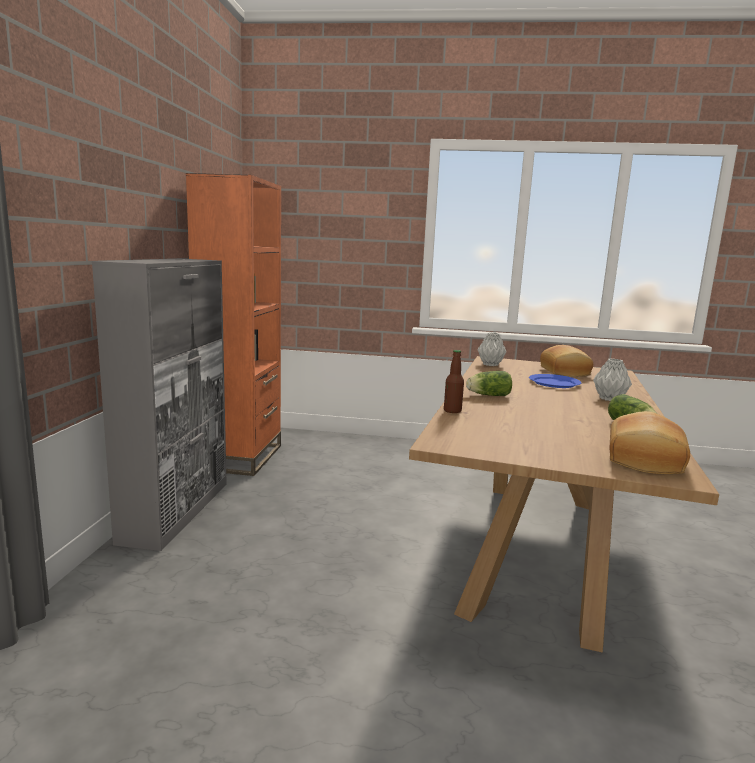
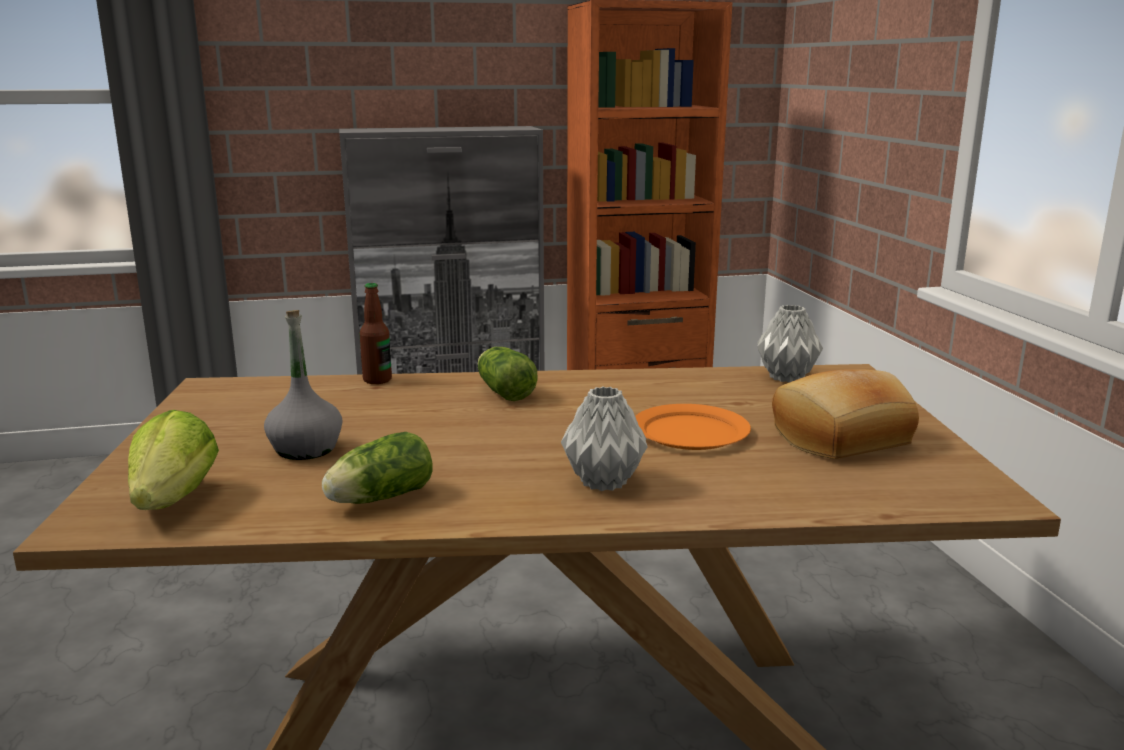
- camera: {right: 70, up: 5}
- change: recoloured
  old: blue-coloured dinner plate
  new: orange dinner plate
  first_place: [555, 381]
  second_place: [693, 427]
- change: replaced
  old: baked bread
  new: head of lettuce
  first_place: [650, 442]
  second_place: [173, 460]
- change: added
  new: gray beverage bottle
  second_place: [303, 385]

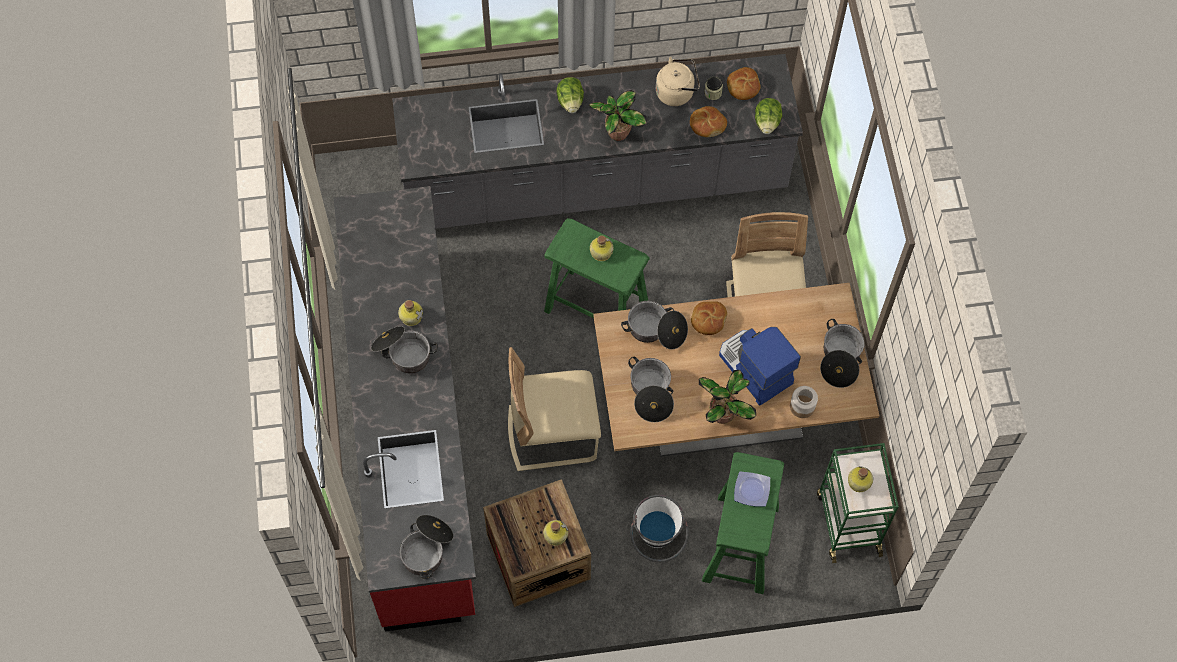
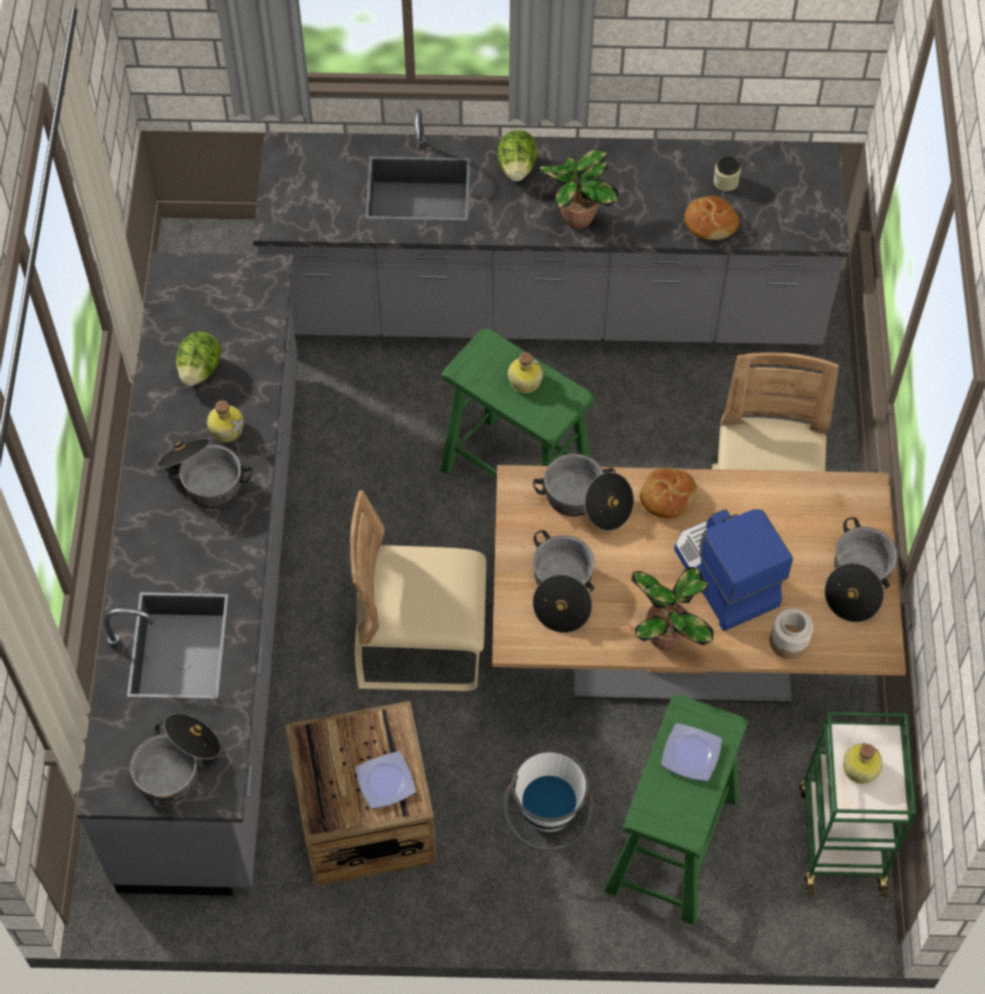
- camera: {right: 10, up: -5}
- change: recoloured
  old: reddish counter
  new: gray counter
  first_place: [405, 409]
  second_place: [187, 574]
- change: replaced
  old: beverage bottle
  new: dinner plate
  first_place: [555, 533]
  second_place: [385, 780]
- change: removed
  old: sand-coloured kettle
  first_place: [678, 81]
- change: removed
  old: baked bread
  first_place: [744, 83]
- change: moved
  old: head of lettuce
  first_place: [768, 116]
  second_place: [199, 359]

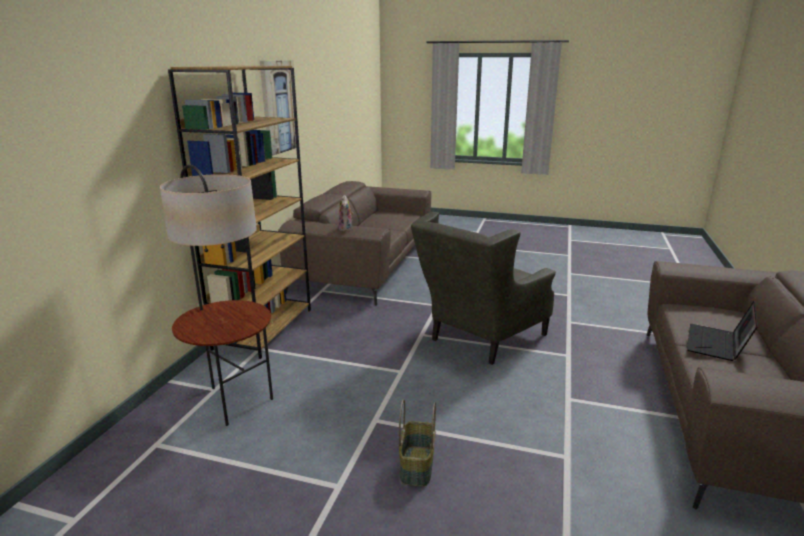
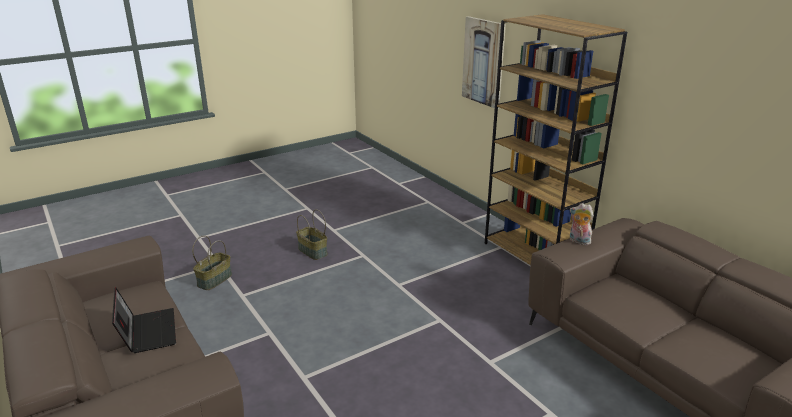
- camera: {right: 130, up: 5}
- change: removed
  old: floor lamp
  first_place: [216, 295]
- change: moved
  old: wall art
  first_place: [278, 108]
  second_place: [484, 62]
- change: removed
  old: gray easy chair
  first_place: [483, 288]
- change: added
  new: storage basket
  second_place: [212, 262]

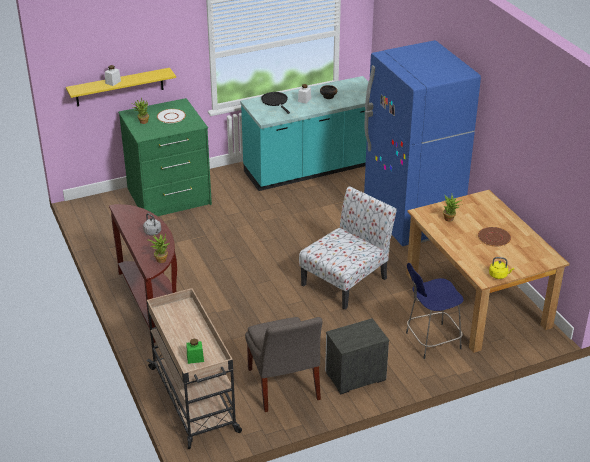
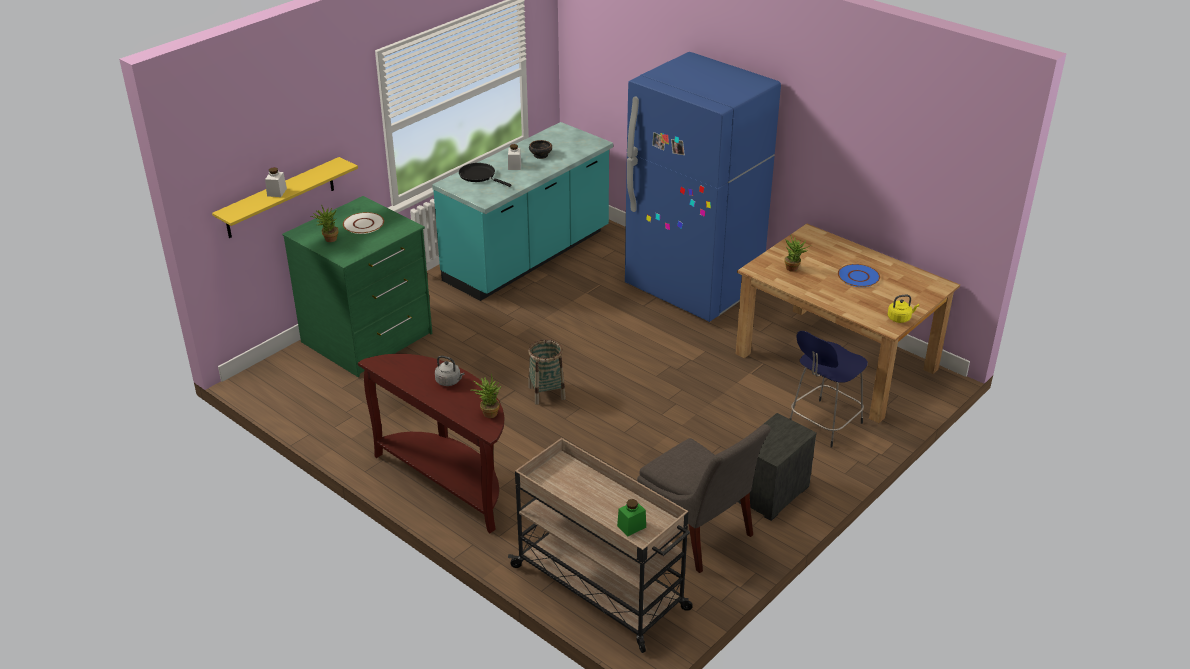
- camera: {right: -25, up: 0}
- change: removed
  old: chair
  first_place: [348, 248]
- change: recoloured
  old: brownish dinner plate
  new: blue-coloured dinner plate
  first_place: [494, 237]
  second_place: [859, 275]
- change: added
  new: storage basket
  second_place: [546, 372]

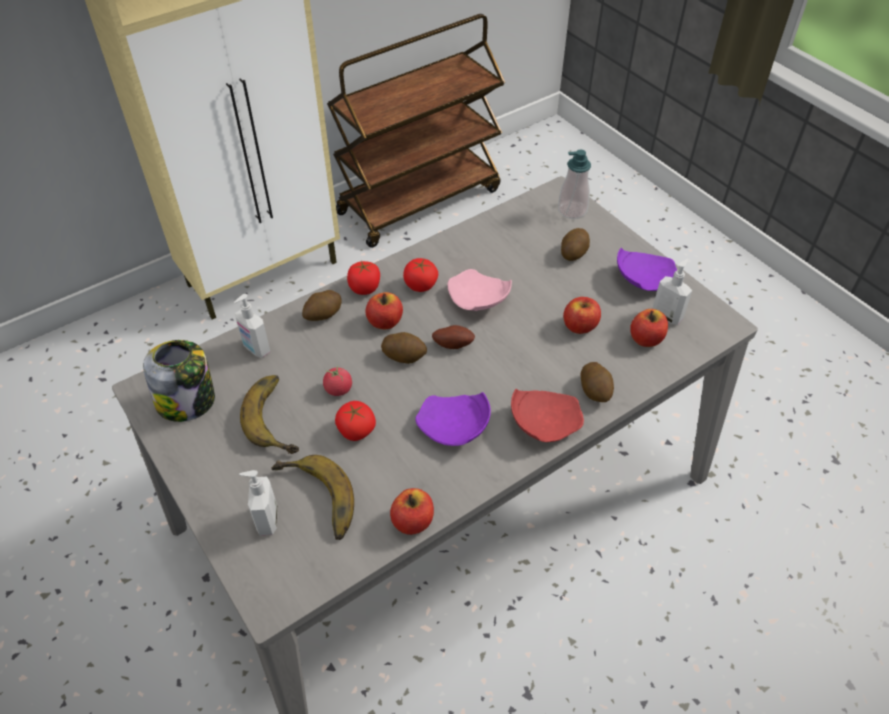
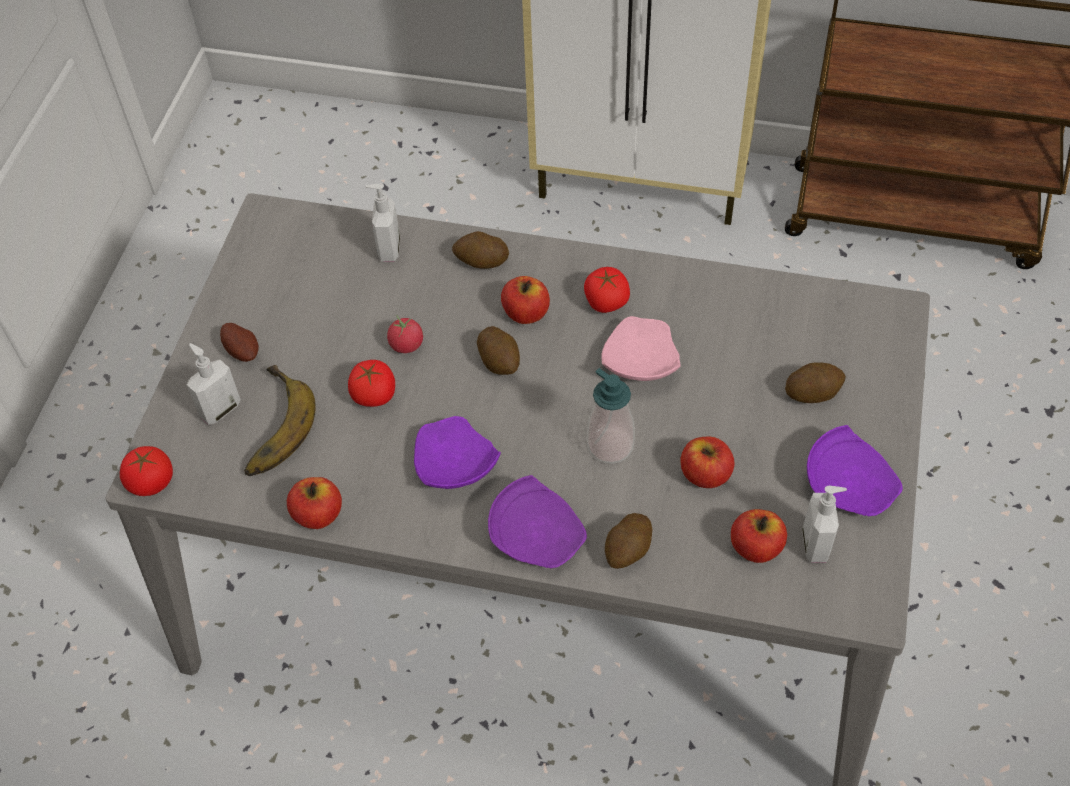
- camera: {right: 50, up: 5}
- change: removed
  old: preserve jar
  first_place: [179, 381]
- change: removed
  old: whole banana
  first_place: [269, 414]
- change: moved
  old: tomato
  first_place: [363, 278]
  second_place: [146, 471]
- change: moved
  old: whole potato
  first_place: [453, 337]
  second_place: [239, 342]
- change: recoloured
  old: reddish dinner plate
  new: purple-coloured dinner plate
  first_place: [547, 415]
  second_place: [537, 521]
- change: moved
  old: soap bottle
  first_place: [574, 184]
  second_place: [611, 416]

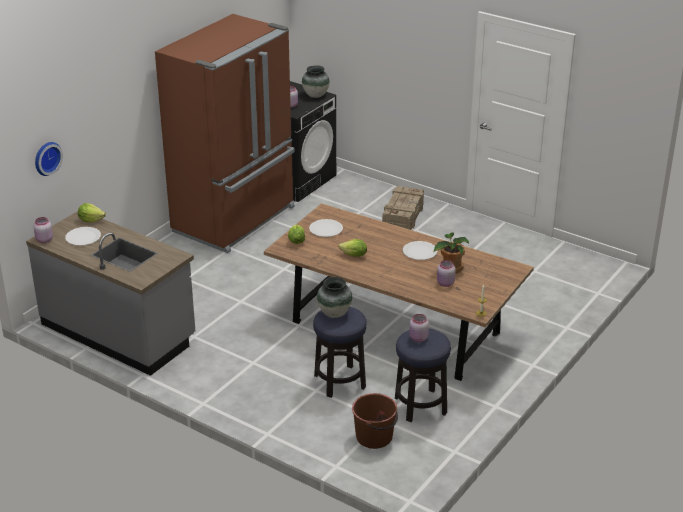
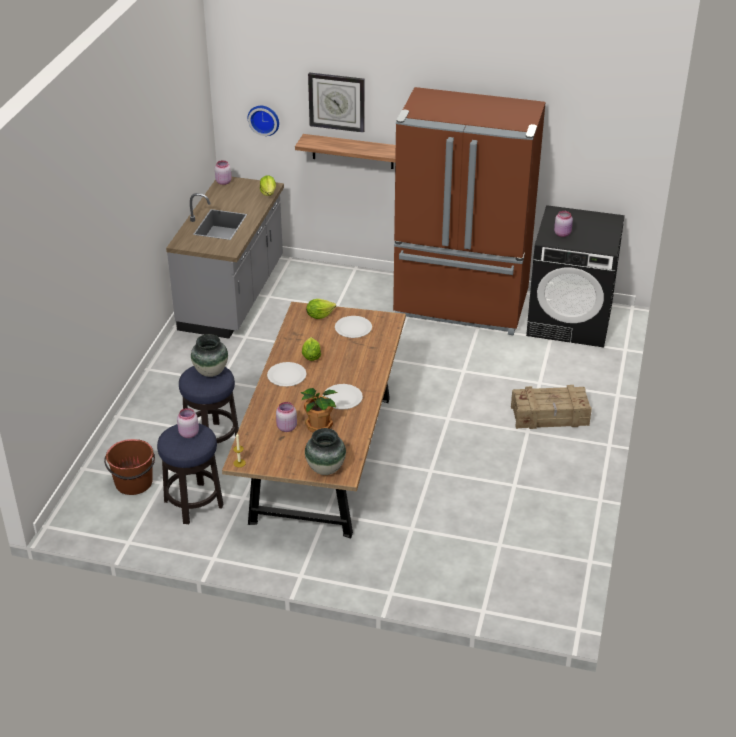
- camera: {right: 70, up: 5}
- change: moved
  old: white-coloured dinner plate
  first_place: [83, 236]
  second_place: [287, 374]
- change: moved
  old: vase
  first_place: [316, 81]
  second_place: [325, 451]
- change: added
  new: shelf
  second_place: [345, 151]
- change: added
  new: clock on the wall
  second_place: [336, 103]

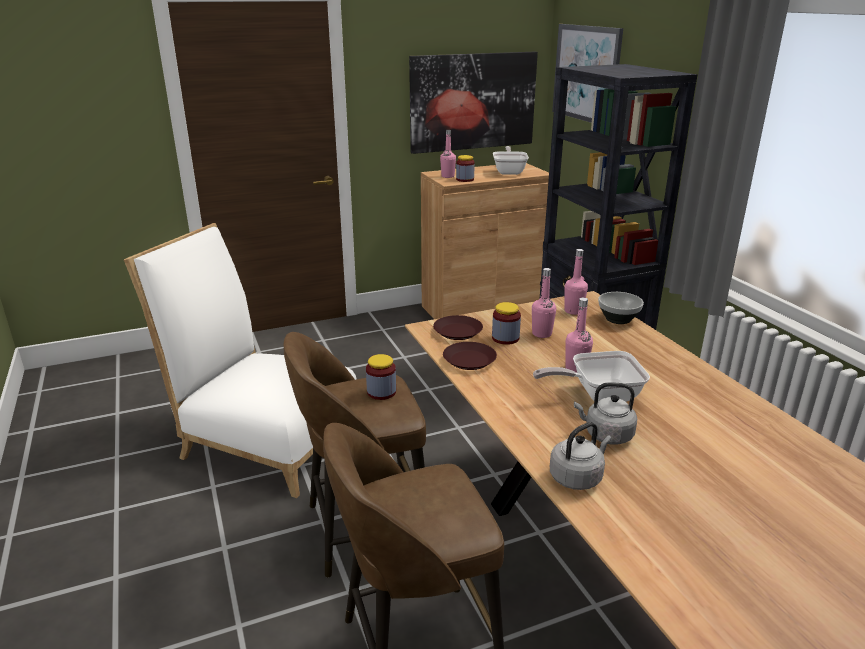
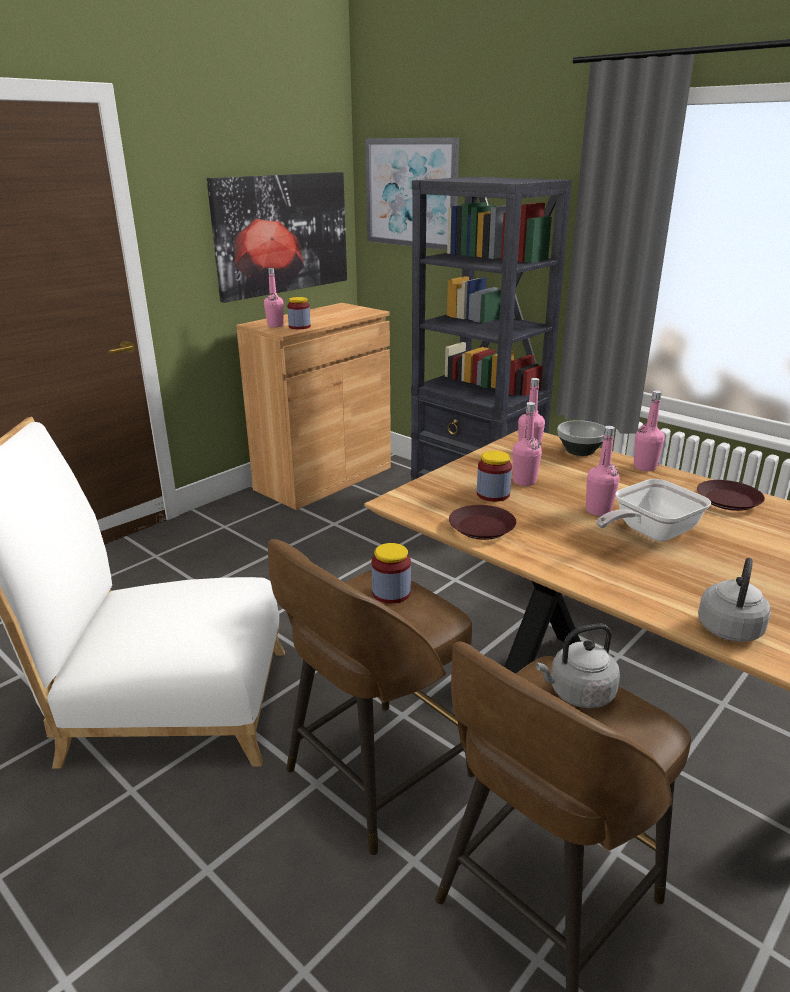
- camera: {right: -25, up: 0}
- change: moved
  old: brownish dinner plate
  first_place: [458, 327]
  second_place: [731, 495]
- change: removed
  old: frying pan
  first_place: [511, 160]
- change: moved
  old: gray kettle
  first_place: [605, 413]
  second_place: [578, 665]
- change: added
  new: pink beverage bottle
  second_place: [649, 430]

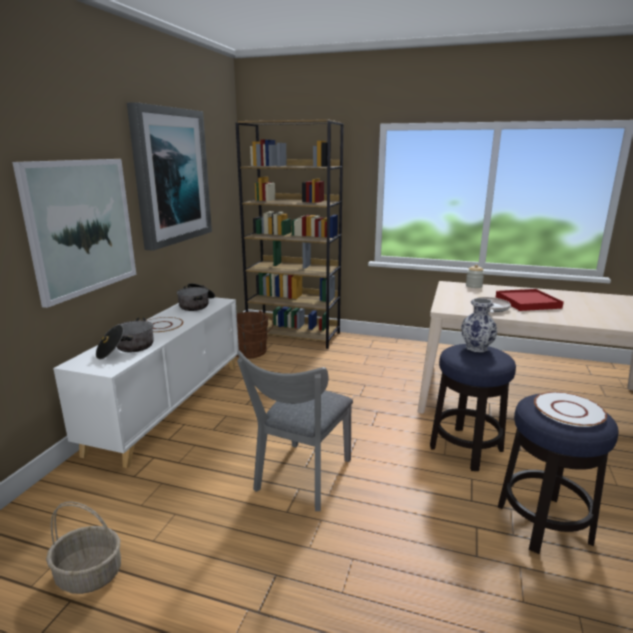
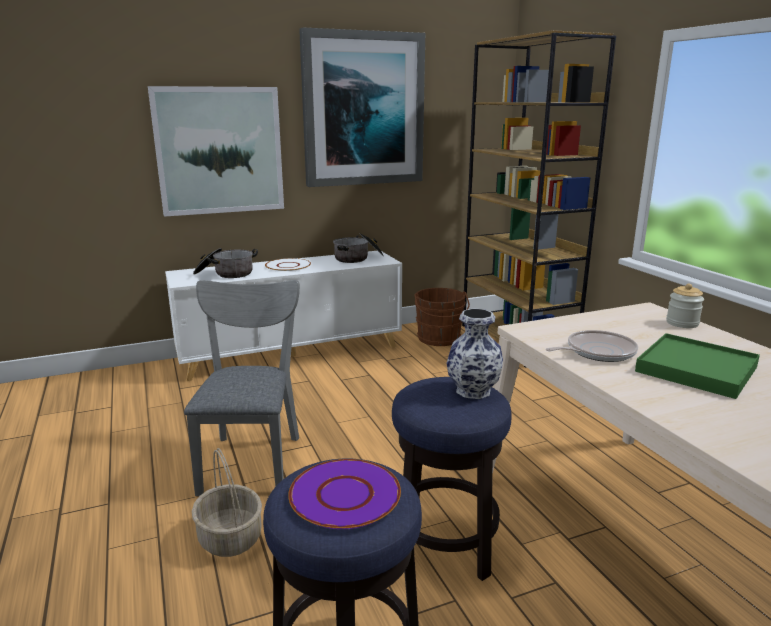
- camera: {right: 50, up: 0}
- change: moved
  old: storage basket
  first_place: [83, 547]
  second_place: [226, 502]
- change: turned
  old: gray chair
  first_place: [295, 430]
  second_place: [242, 388]
  degrees: 105
- change: recoloured
  old: reddish tray
  new: green tray
  first_place: [530, 300]
  second_place: [697, 366]
- change: recoloured
  old: white-coloured dinner plate
  new: purple-coloured dinner plate
  first_place: [570, 409]
  second_place: [344, 494]

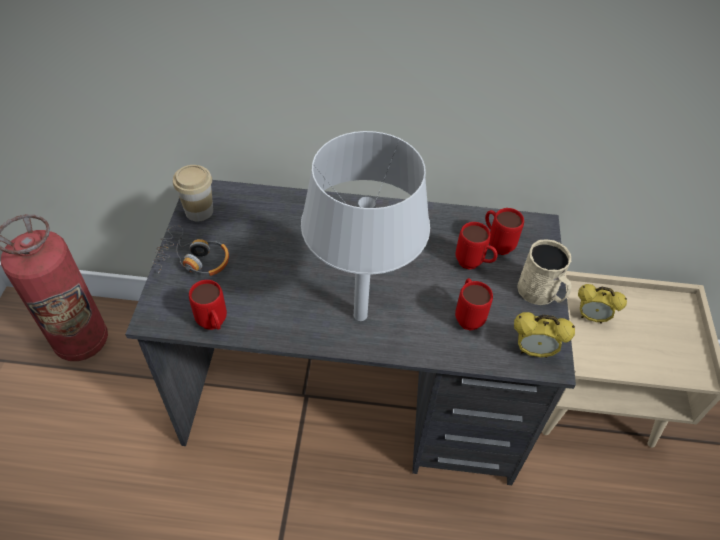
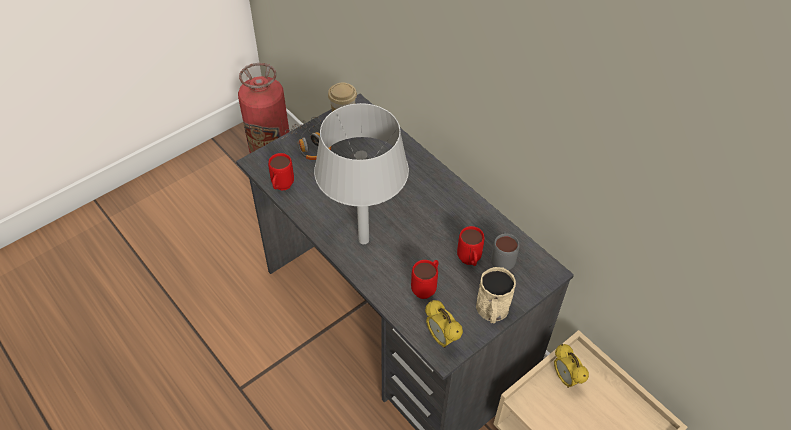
- camera: {right: 45, up: 0}
- change: recoloured
  old: reddish tea mug
  new: gray tea mug
  first_place: [504, 231]
  second_place: [505, 251]

